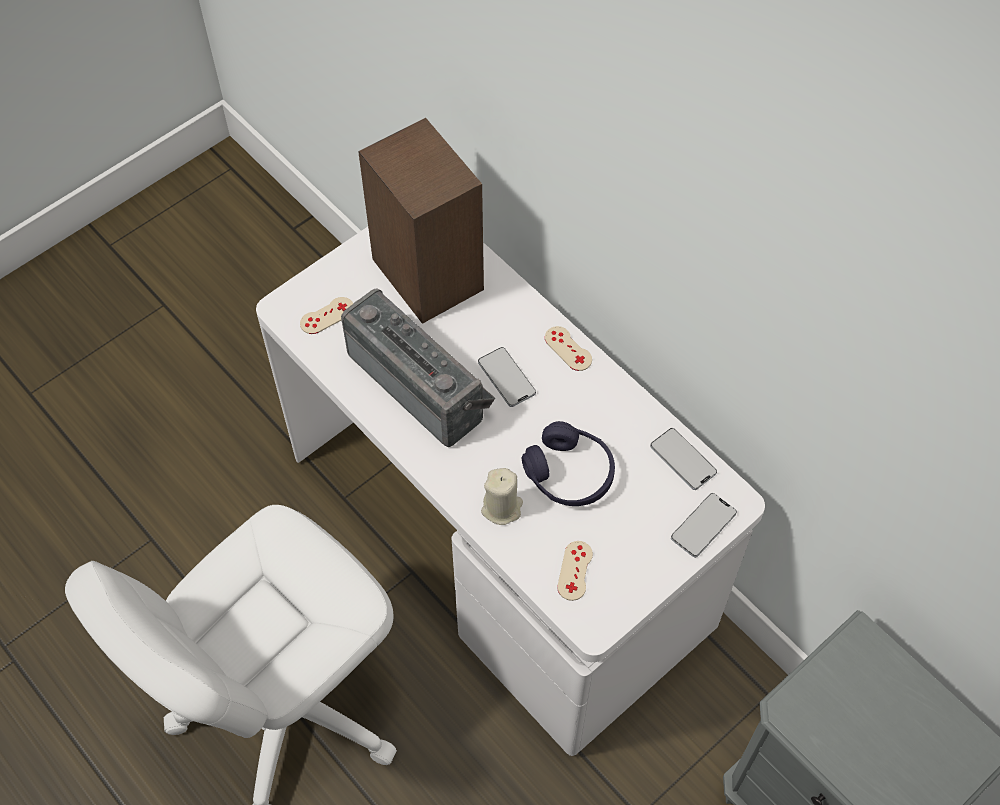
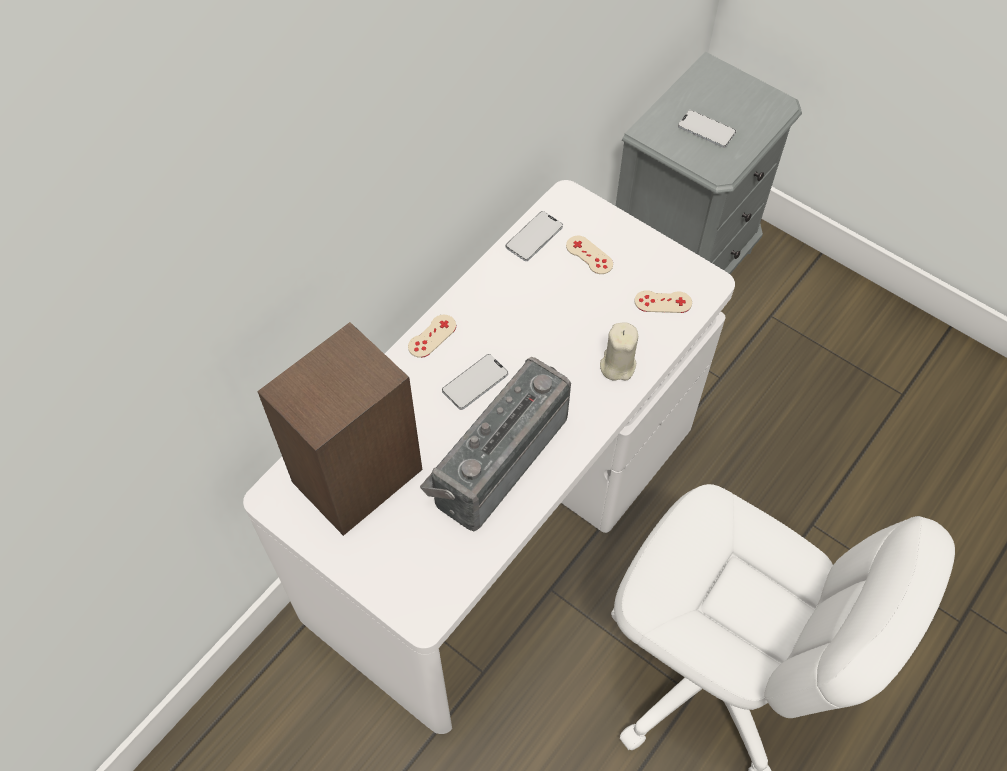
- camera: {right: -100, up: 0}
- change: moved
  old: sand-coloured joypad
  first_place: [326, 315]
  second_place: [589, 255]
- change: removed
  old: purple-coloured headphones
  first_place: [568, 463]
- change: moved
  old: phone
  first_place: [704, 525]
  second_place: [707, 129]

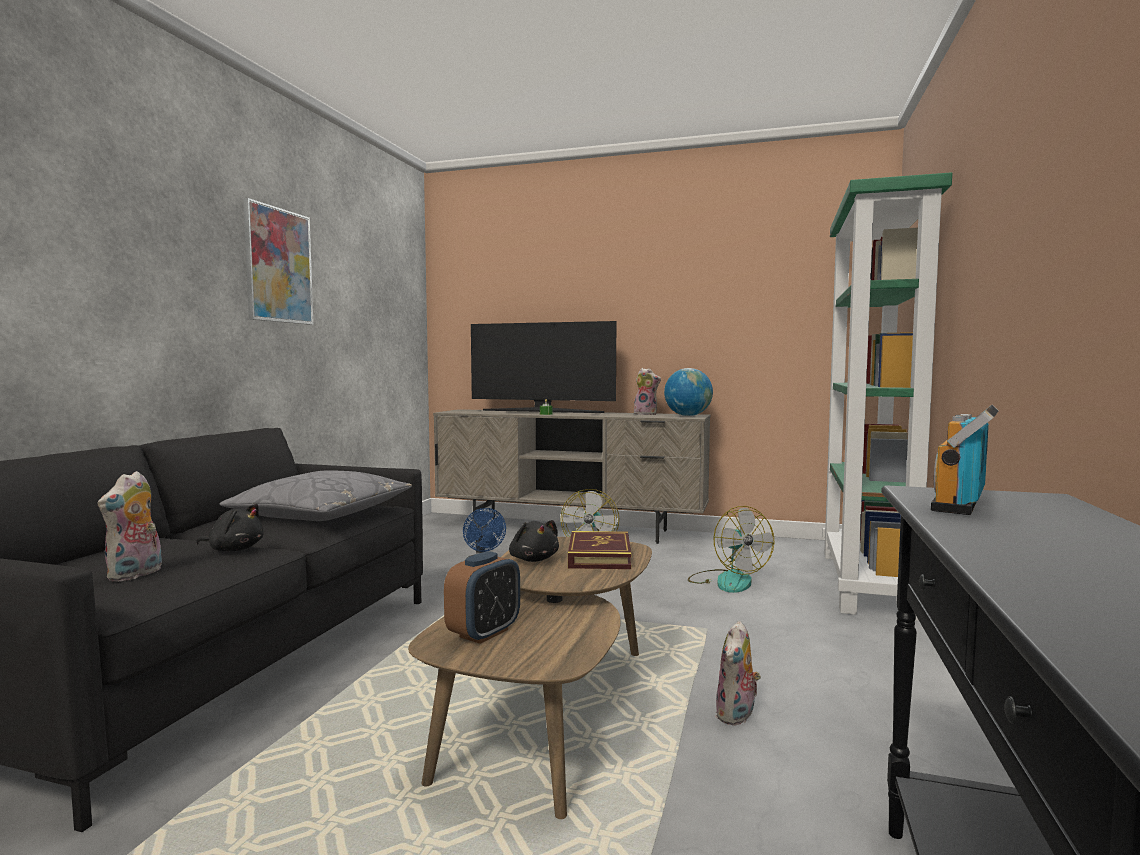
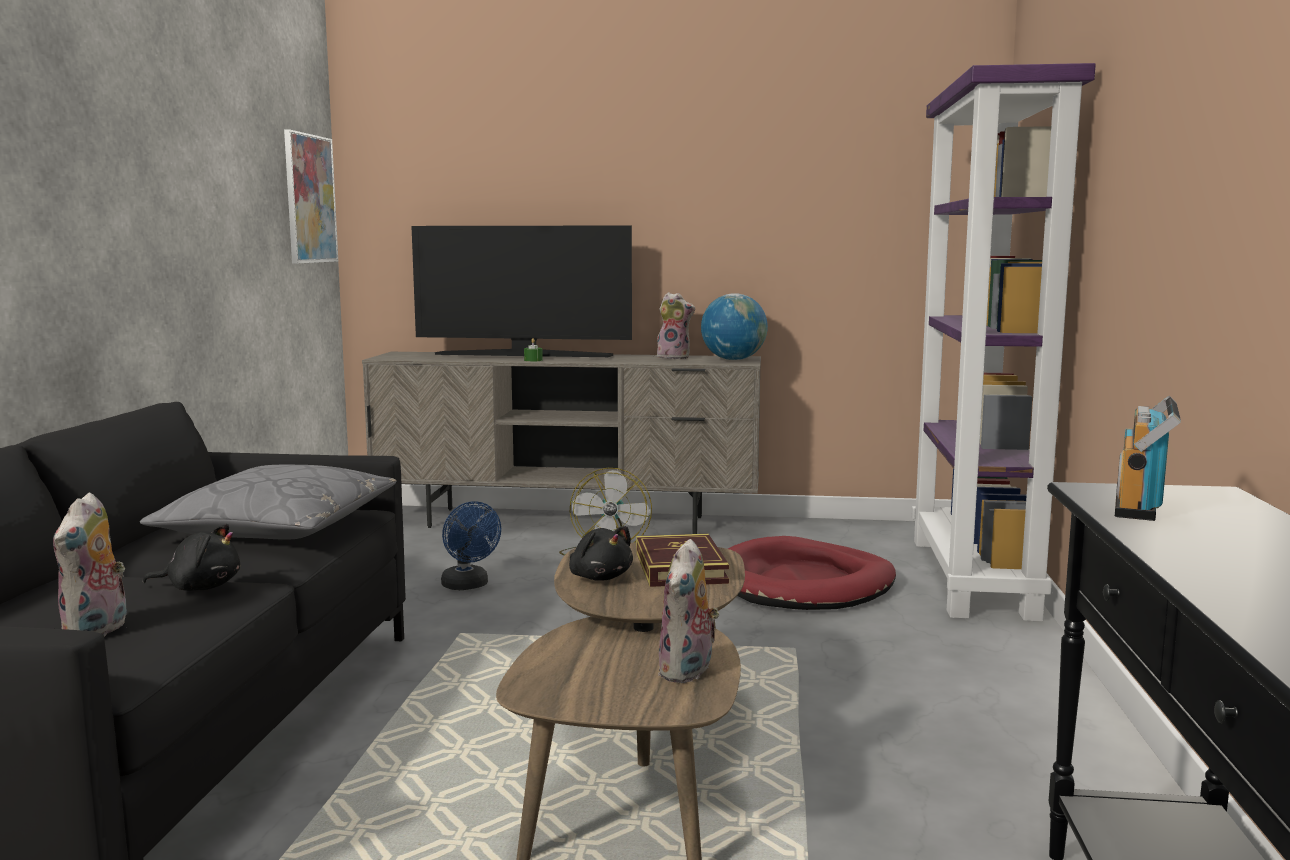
- camera: {right: -10, up: 5}
- change: moved
  old: wall art
  first_place: [278, 261]
  second_place: [311, 196]
- change: removed
  old: table clock
  first_place: [482, 597]
- change: replaced
  old: electric fan
  new: reddish pet bed
  first_place: [731, 549]
  second_place: [812, 573]
- change: moved
  old: cuddly toy
  first_place: [738, 673]
  second_place: [688, 611]
- change: recoloured
  old: green bookcase
  new: purple-coloured bookcase
  first_place: [887, 396]
  second_place: [1003, 342]

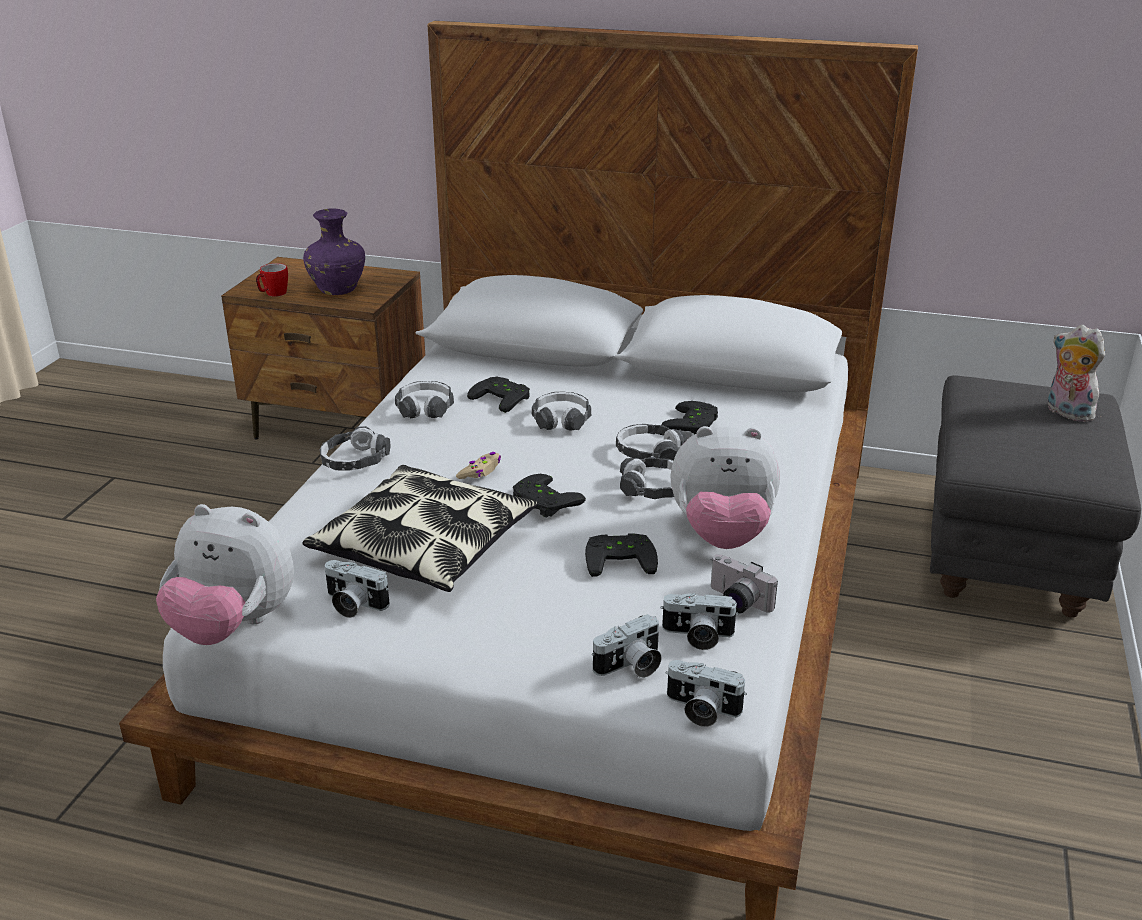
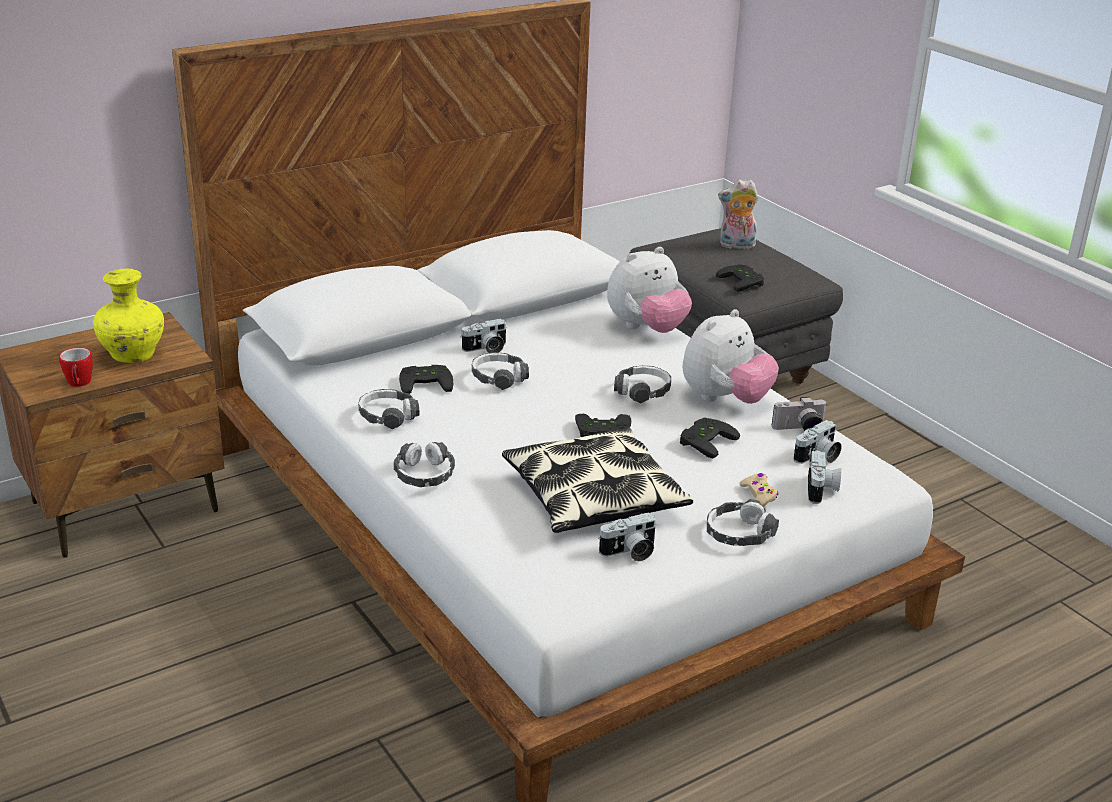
- camera: {right: -50, up: 0}
- change: moved
  old: cuddly toy
  first_place: [225, 574]
  second_place: [649, 290]
- change: recoloured
  old: purple-coloured vase
  new: yellowish vase
  first_place: [334, 251]
  second_place: [128, 315]
- change: moved
  old: sand-coloured joypad
  first_place: [478, 465]
  second_place: [758, 490]
- change: moved
  old: headphones
  first_place: [651, 442]
  second_place: [743, 522]
- change: moved
  old: black-coloured joypad
  first_place: [689, 417]
  second_place: [740, 278]
- change: moved
  old: photo camera
  first_place: [706, 693]
  second_place: [484, 336]

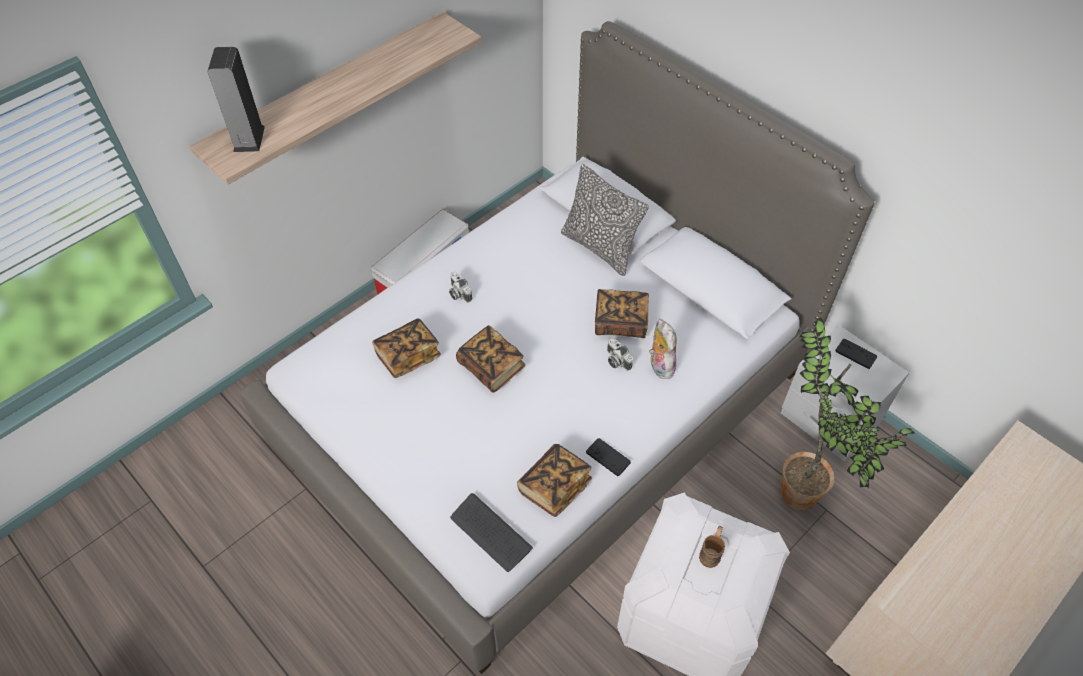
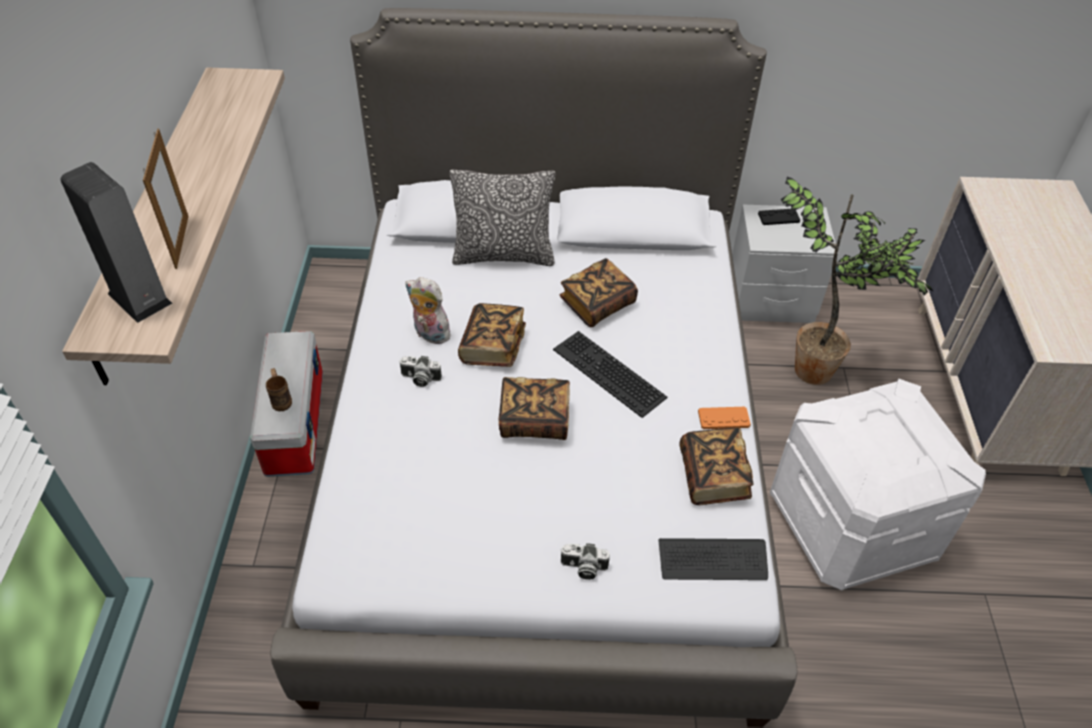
- camera: {right: -45, up: -5}
- change: moved
  old: book
  first_place: [406, 348]
  second_place: [492, 335]
- change: recoloured
  old: black-coloured joypad
  new: orange joypad
  first_place: [608, 457]
  second_place: [724, 418]
- change: moved
  old: photo camera
  first_place: [620, 354]
  second_place: [585, 561]
- change: moved
  old: cuddly toy
  first_place: [663, 349]
  second_place: [429, 310]
- change: moved
  old: brownish tea mug
  first_place: [712, 547]
  second_place: [279, 389]
- change: added
  new: photo frame
  second_place: [166, 198]
- change: added
  new: PC keyboard
  second_place: [610, 374]

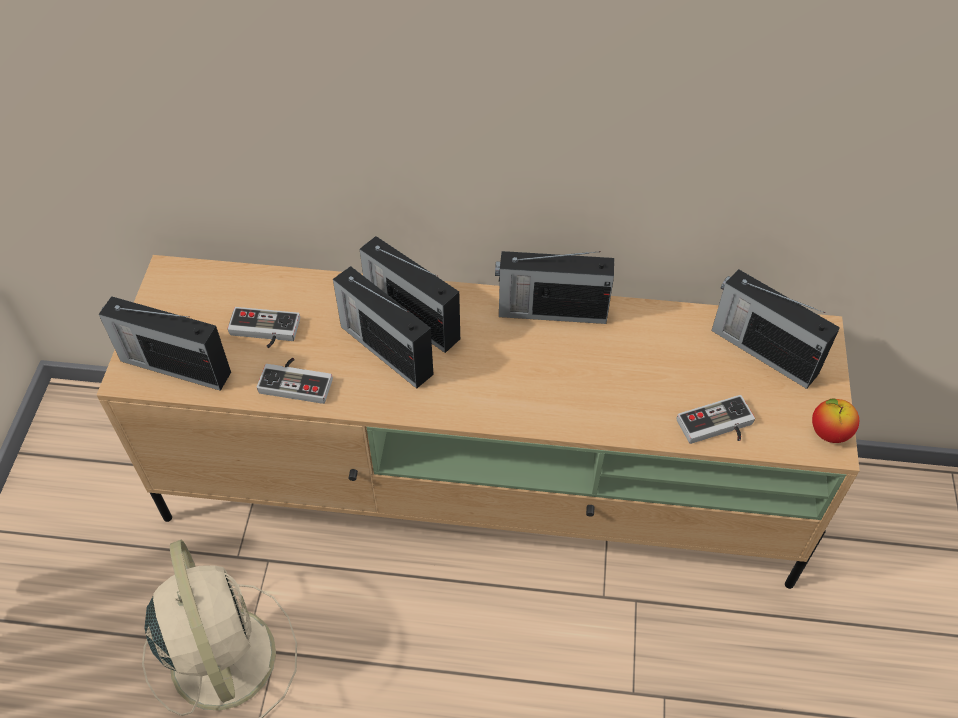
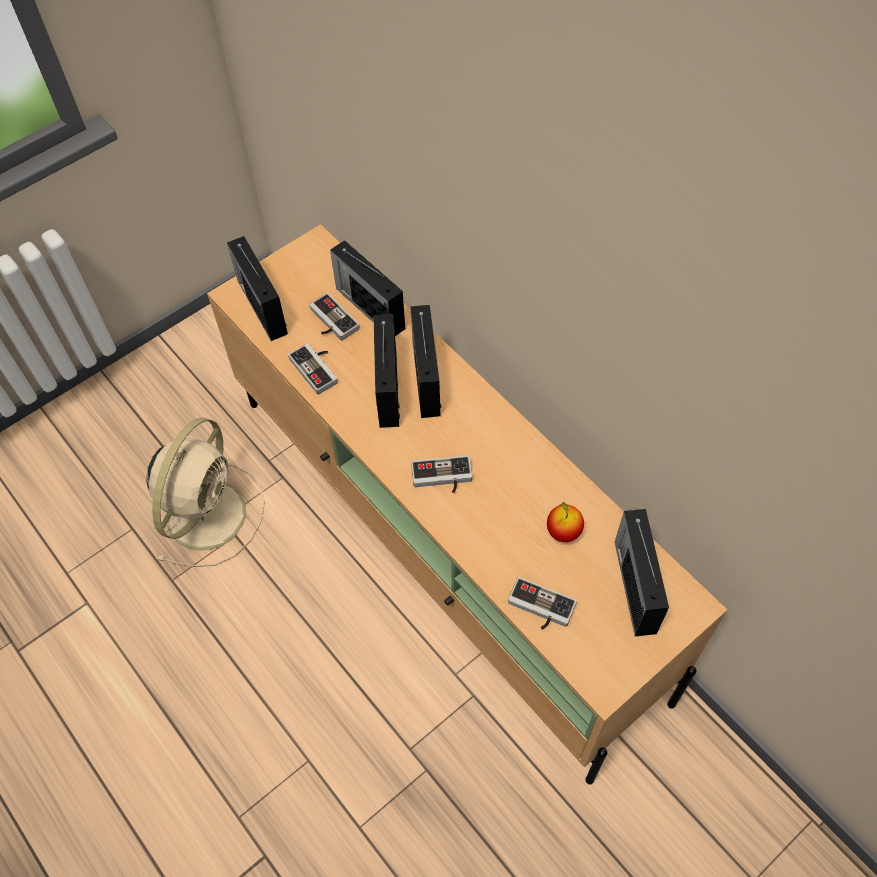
- camera: {right: 45, up: 5}
- change: moved
  old: radio
  first_place: [554, 287]
  second_place: [367, 288]
- change: moved
  old: apple
  first_place: [835, 420]
  second_place: [565, 522]
- change: added
  new: joypad
  second_place: [441, 474]

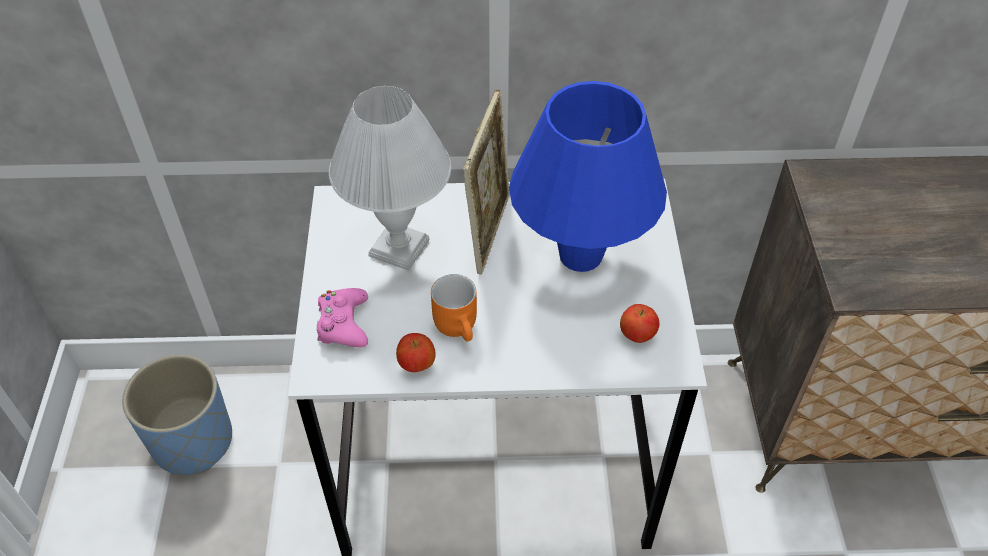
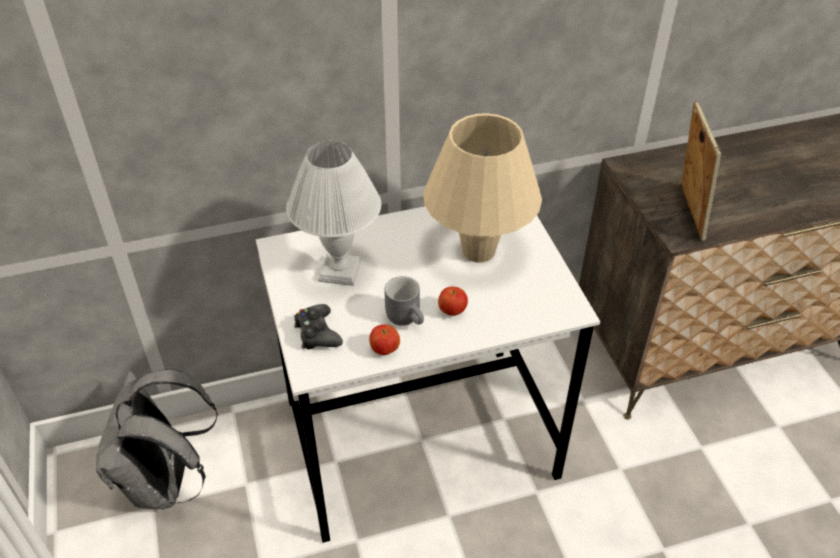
- camera: {right: -15, up: -5}
- change: replaced
  old: blue-coloured flower pot
  new: gray rucksack
  first_place: [177, 414]
  second_place: [157, 439]
- change: recoloured
  old: pink joypad
  new: black-coloured joypad
  first_place: [342, 317]
  second_place: [318, 327]
- change: recoloured
  old: orange tea mug
  new: gray tea mug
  first_place: [454, 307]
  second_place: [404, 301]
- change: moved
  old: photo frame
  first_place: [486, 182]
  second_place: [701, 171]
- change: recoloured
  old: blue-coloured tabletop lamp
  new: sand-coloured tabletop lamp
  first_place: [588, 176]
  second_place: [482, 188]
- change: moved
  old: apple
  first_place: [640, 323]
  second_place: [453, 301]

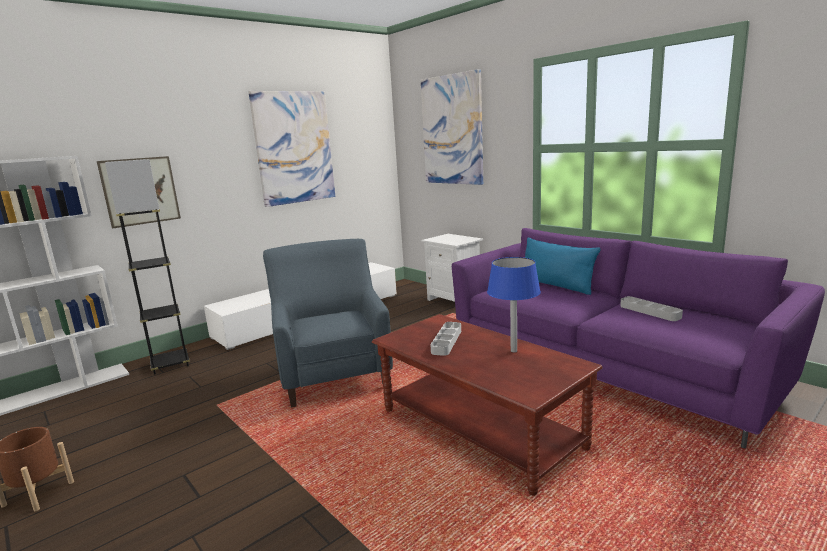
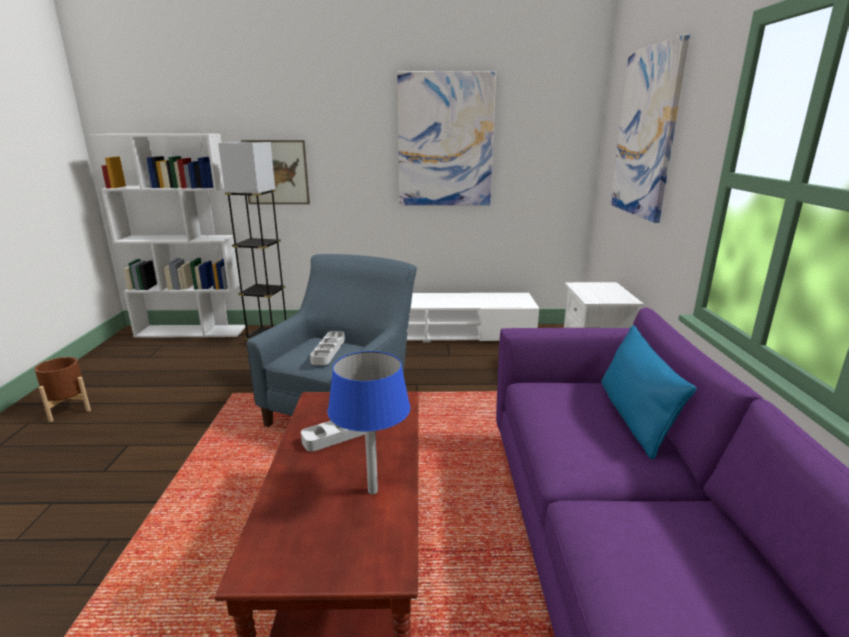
- camera: {right: 40, up: 5}
- change: moved
  old: gray tray
  first_place: [651, 308]
  second_place: [327, 348]

